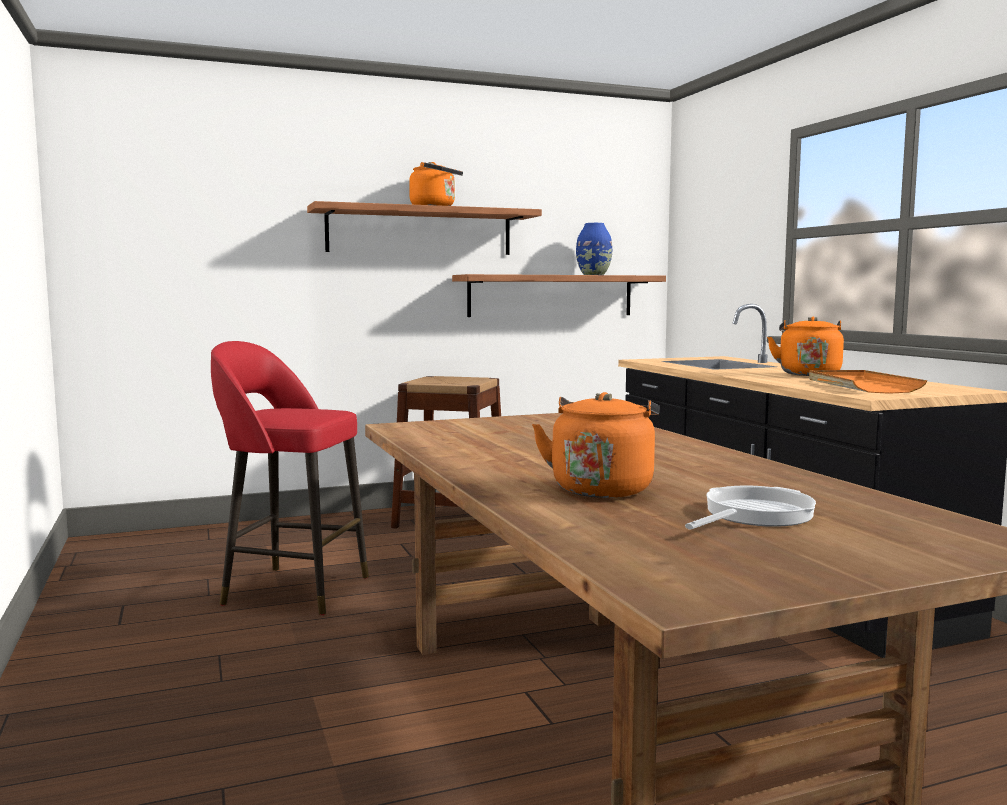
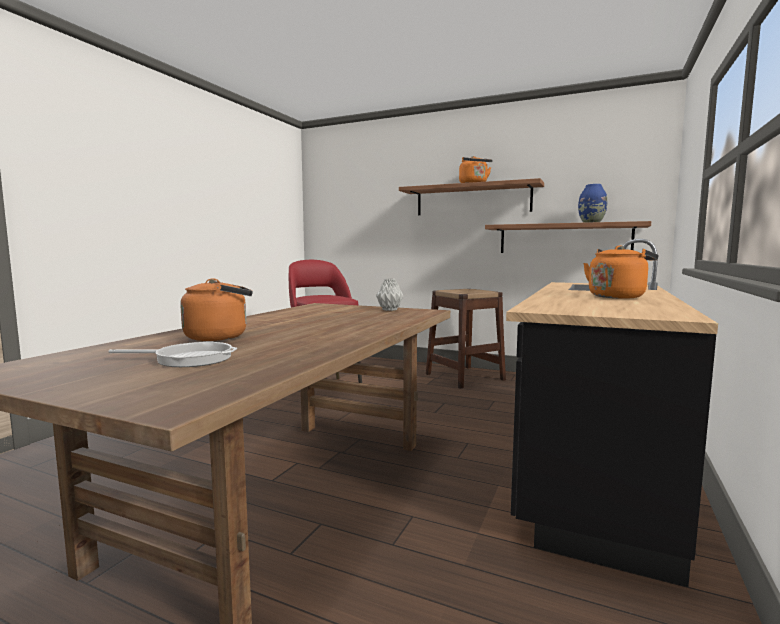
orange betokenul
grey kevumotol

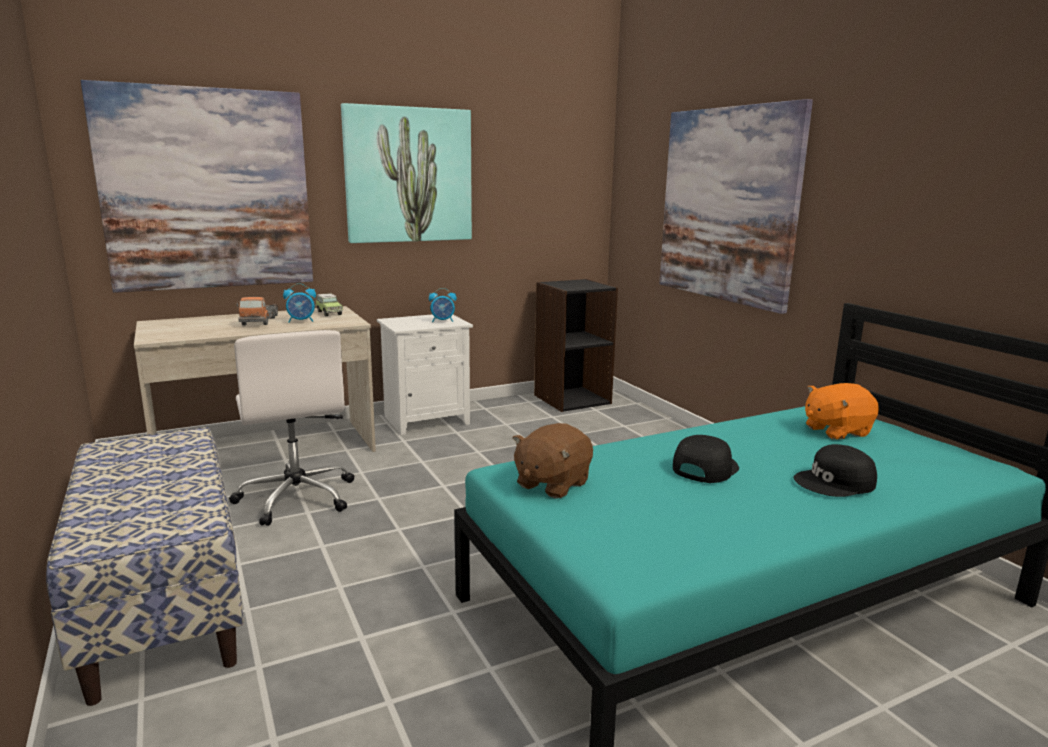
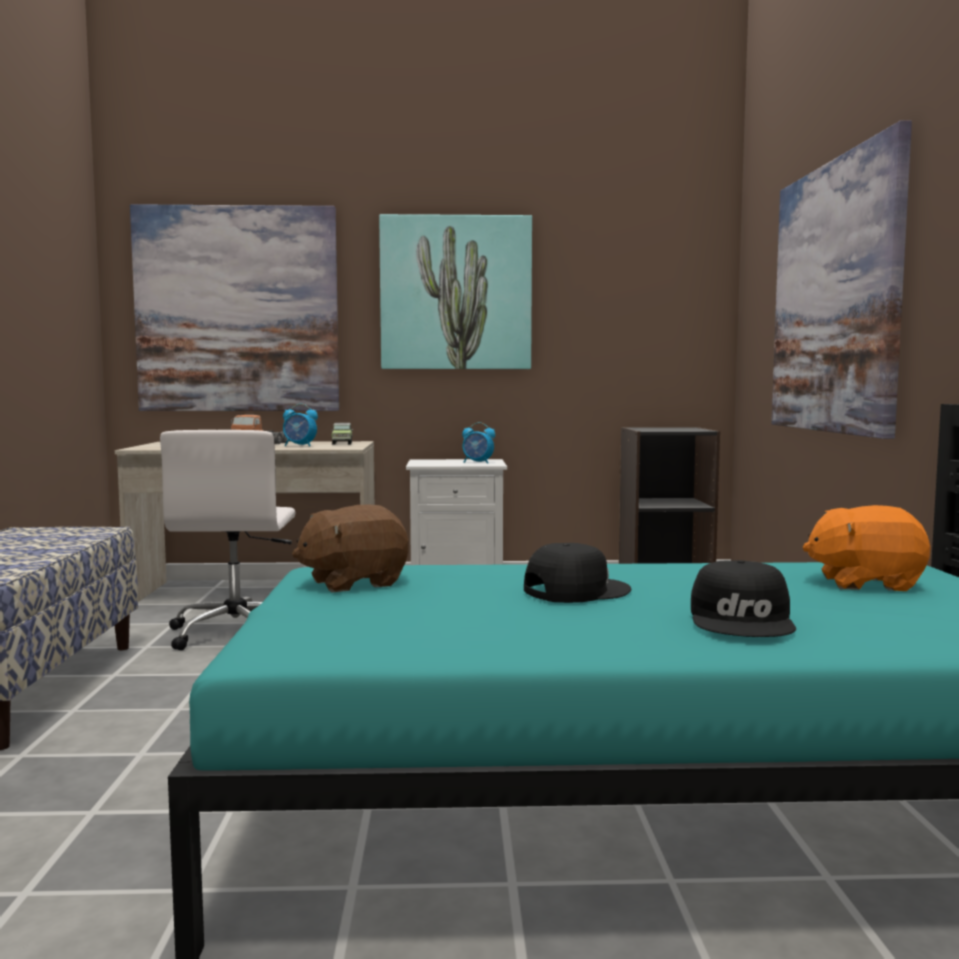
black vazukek (no. 2 from left)

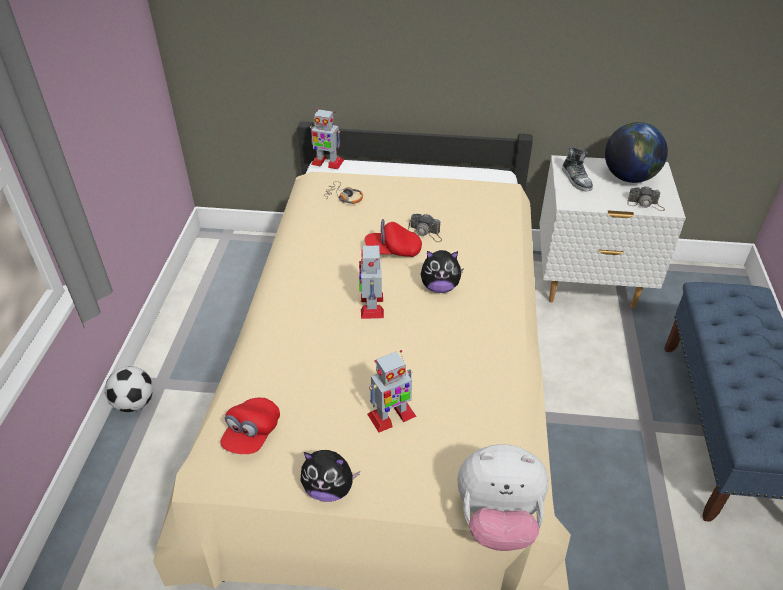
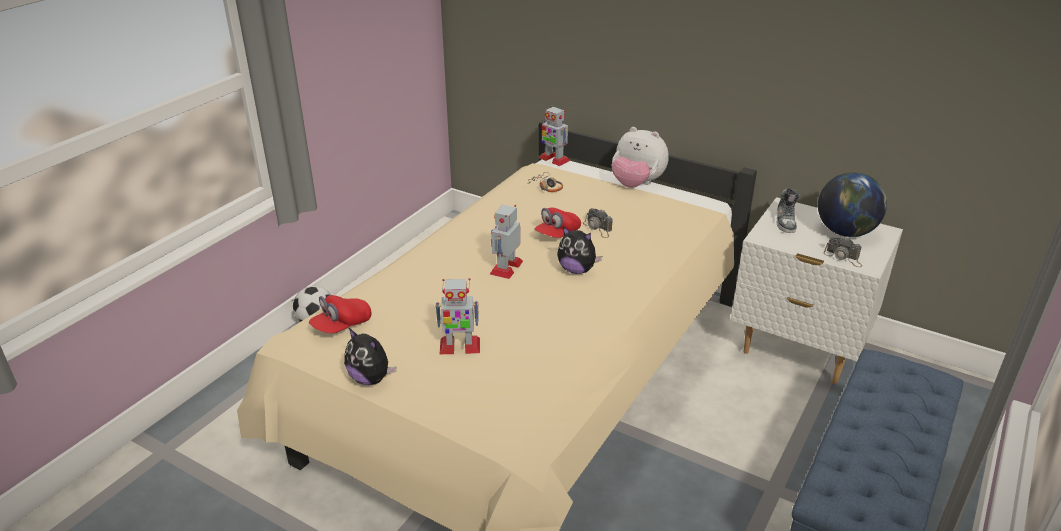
red vazukek (no. 2 from left)
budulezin (no. 3 from left)

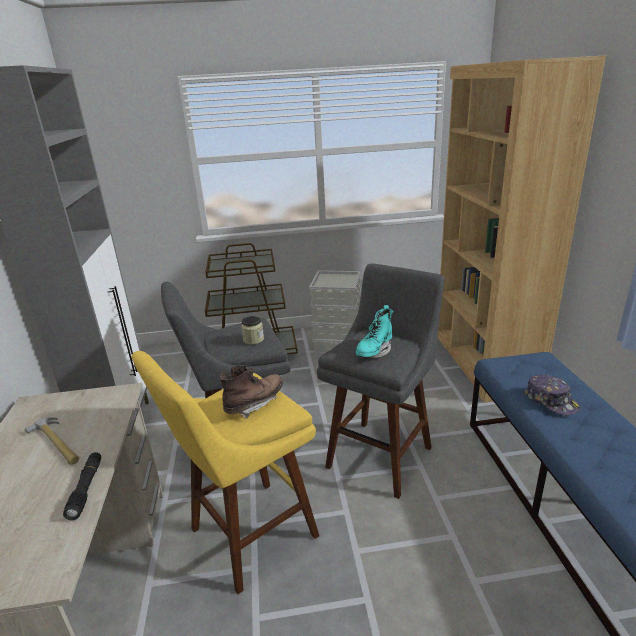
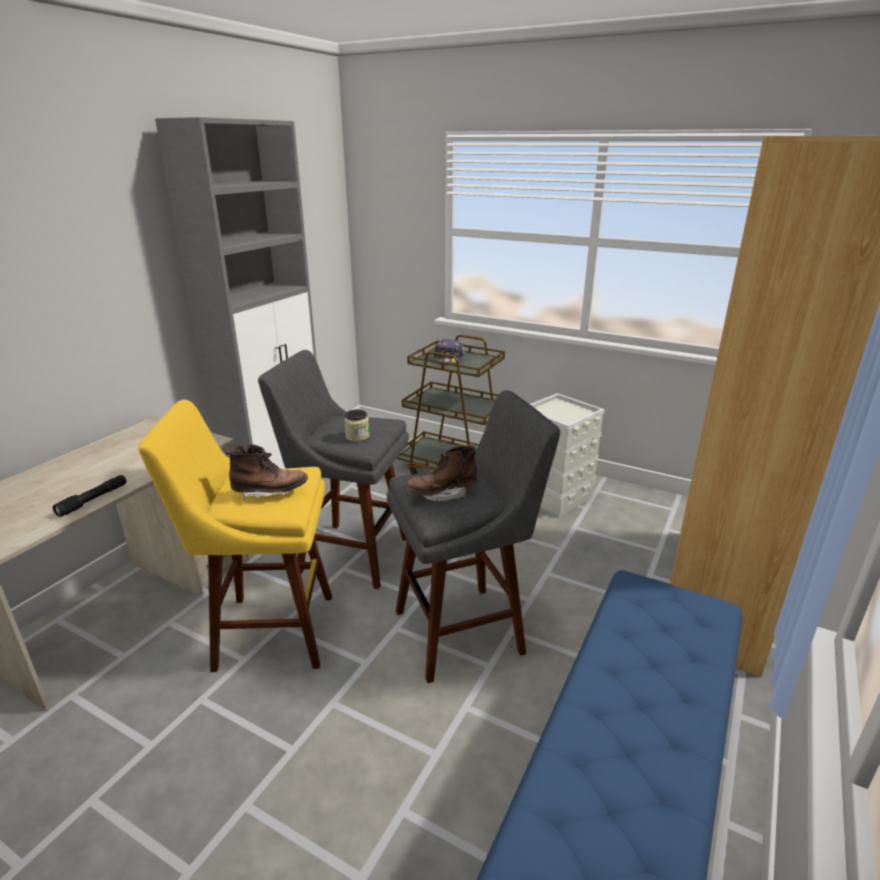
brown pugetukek (no. 2 from left)
vazukek
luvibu

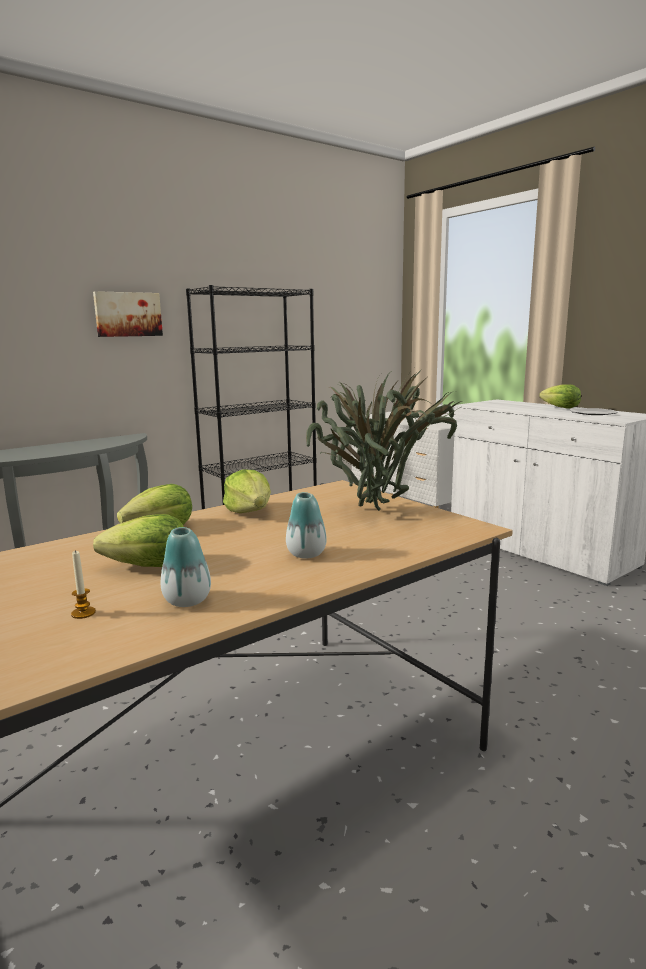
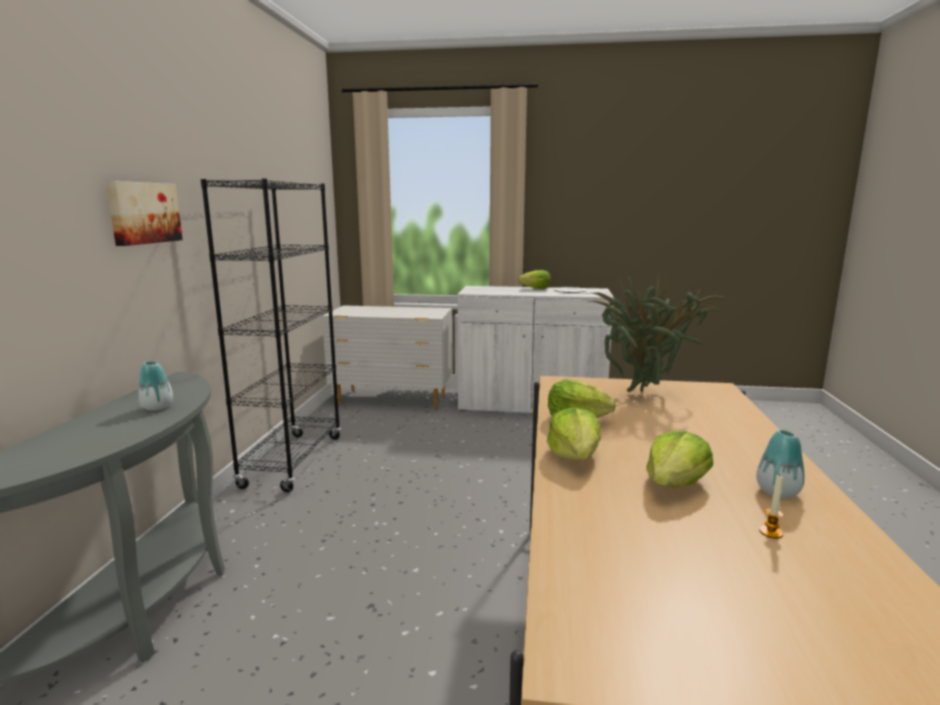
kevumotol (no. 1 from left)

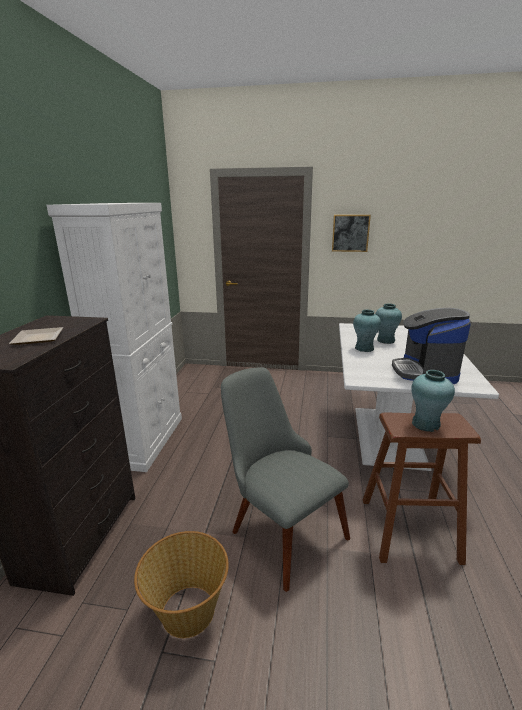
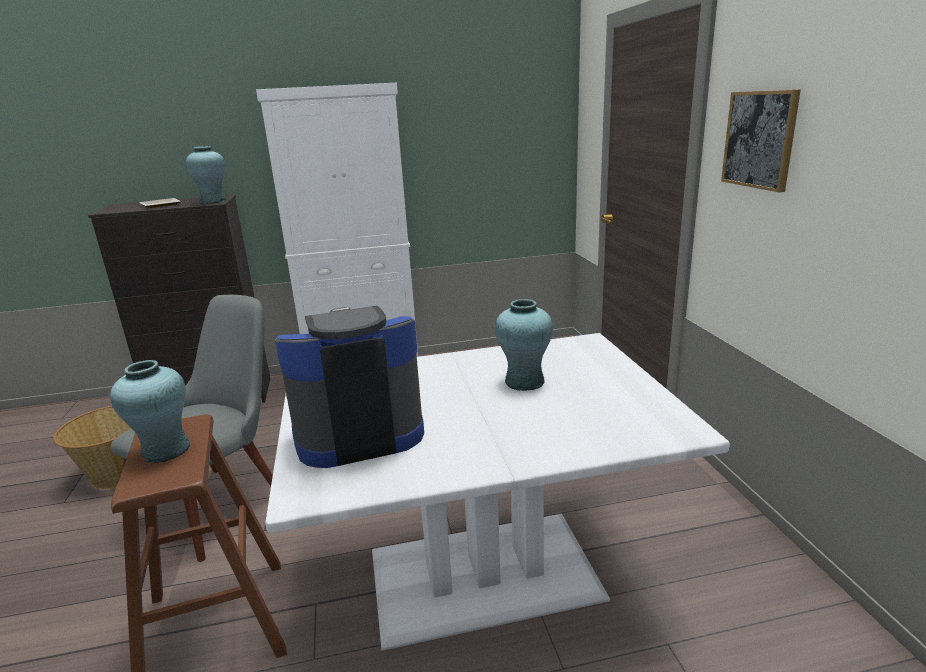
turquoise kevumotol (no. 2 from left)

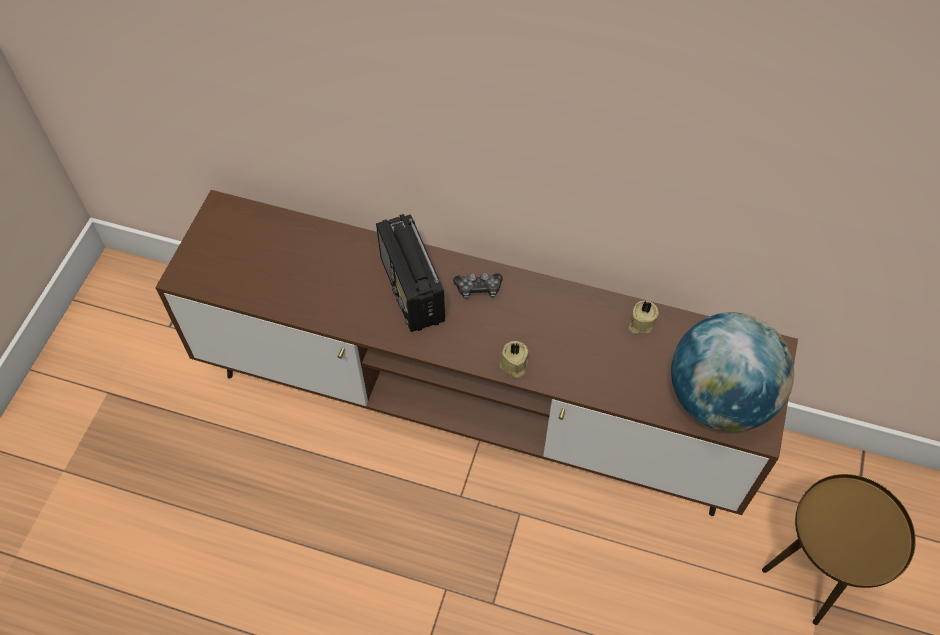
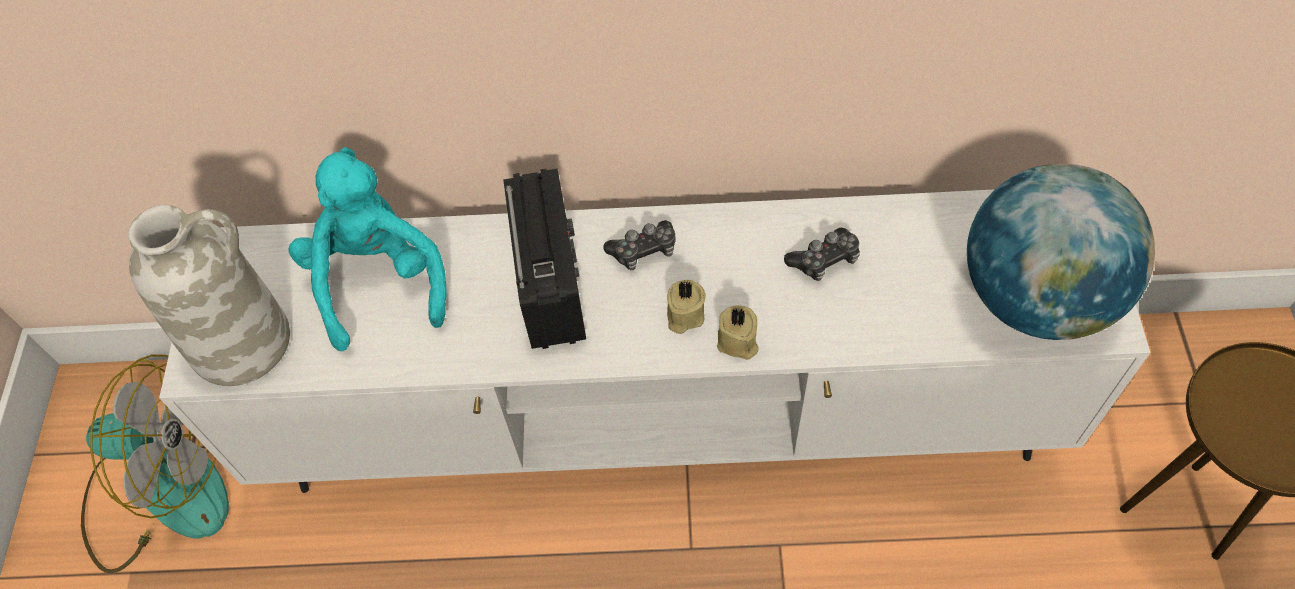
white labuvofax
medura
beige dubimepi (no. 1 from left)
turquoise budulezin
white kevumotol
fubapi (no. 2 from left)
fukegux

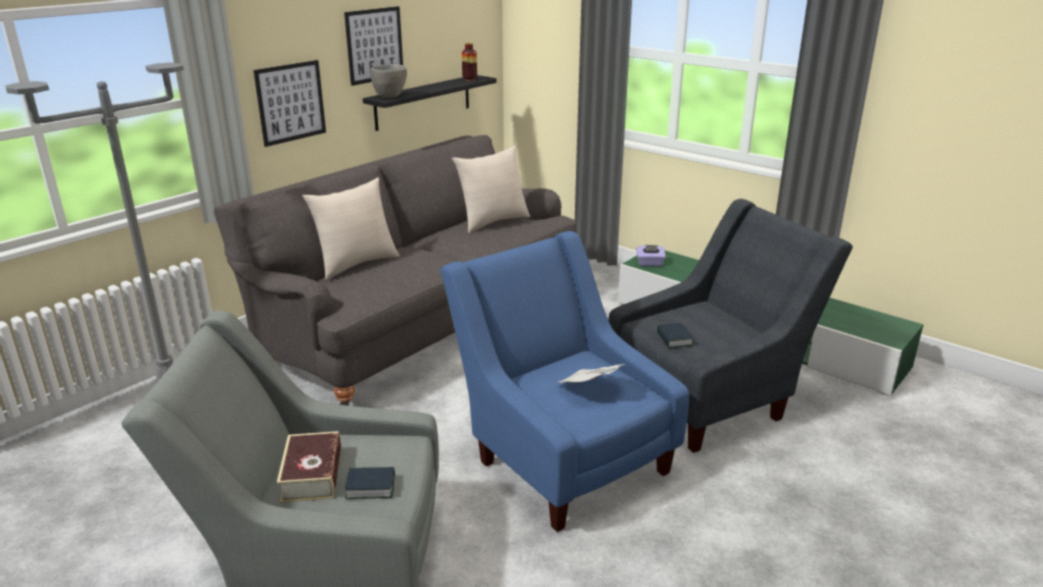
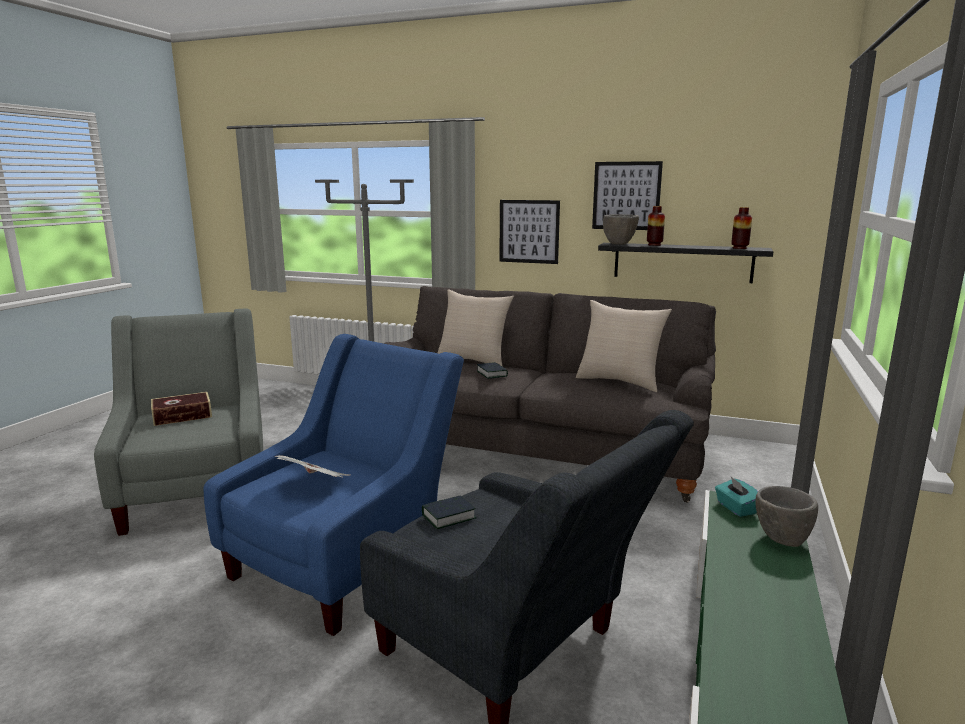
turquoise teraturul
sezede (no. 3 from left)
kevumotol (no. 1 from left)
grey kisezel (no. 2 from left)

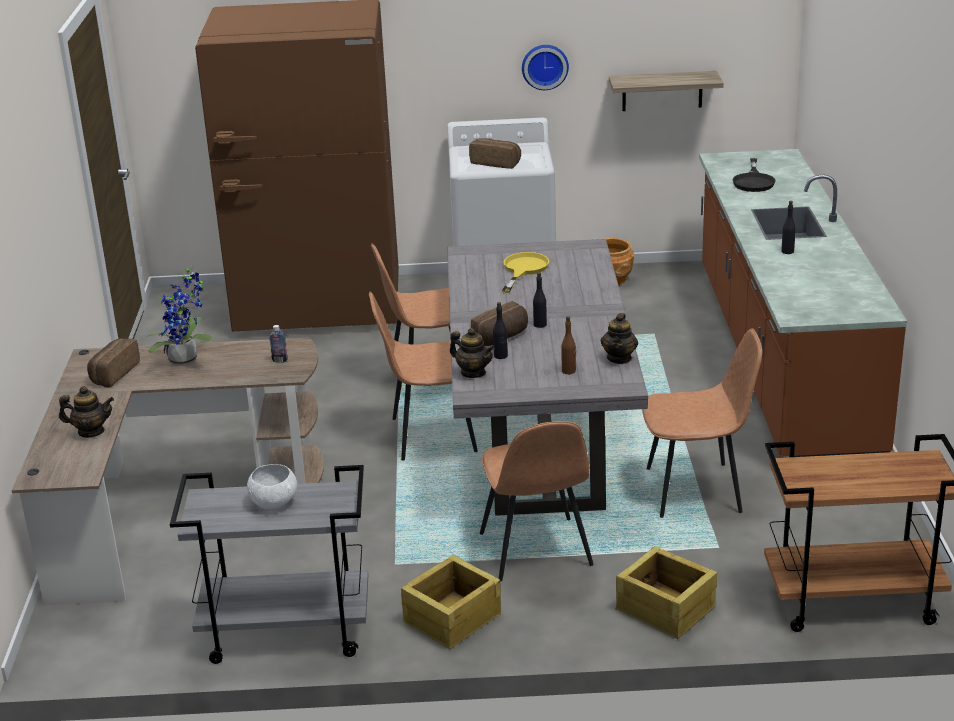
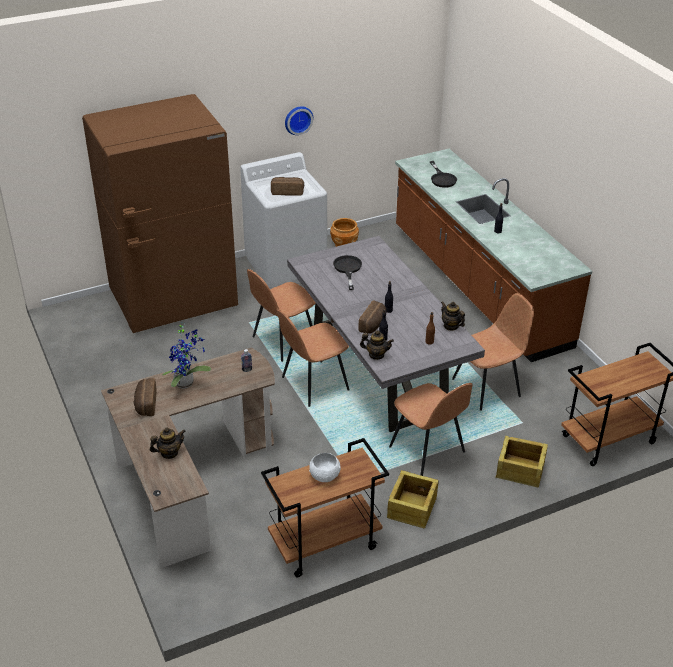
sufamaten
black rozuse (no. 1 from left)
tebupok (no. 3 from left)
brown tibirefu (no. 1 from left)

